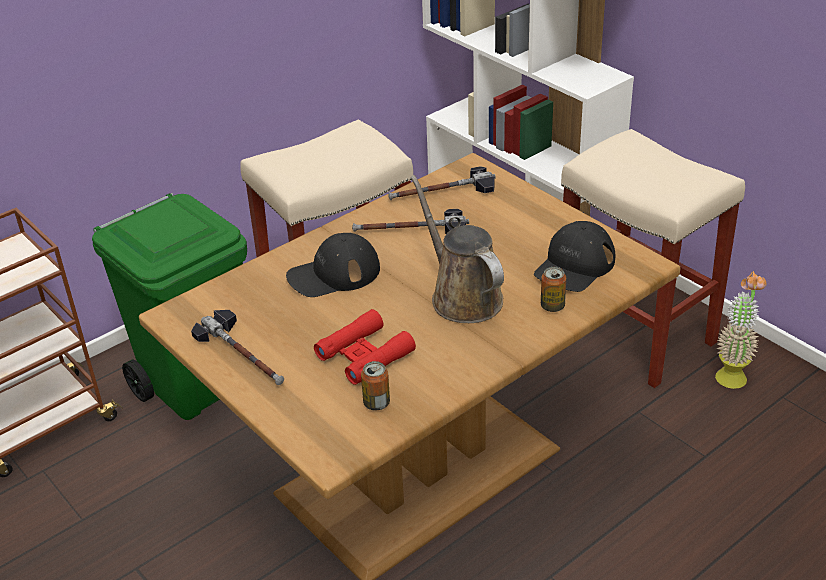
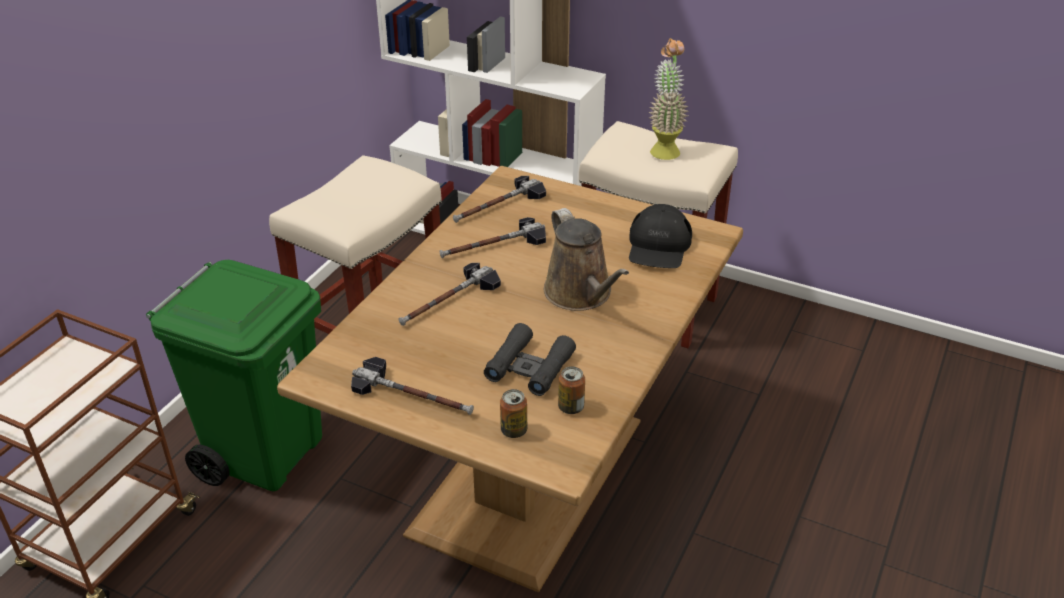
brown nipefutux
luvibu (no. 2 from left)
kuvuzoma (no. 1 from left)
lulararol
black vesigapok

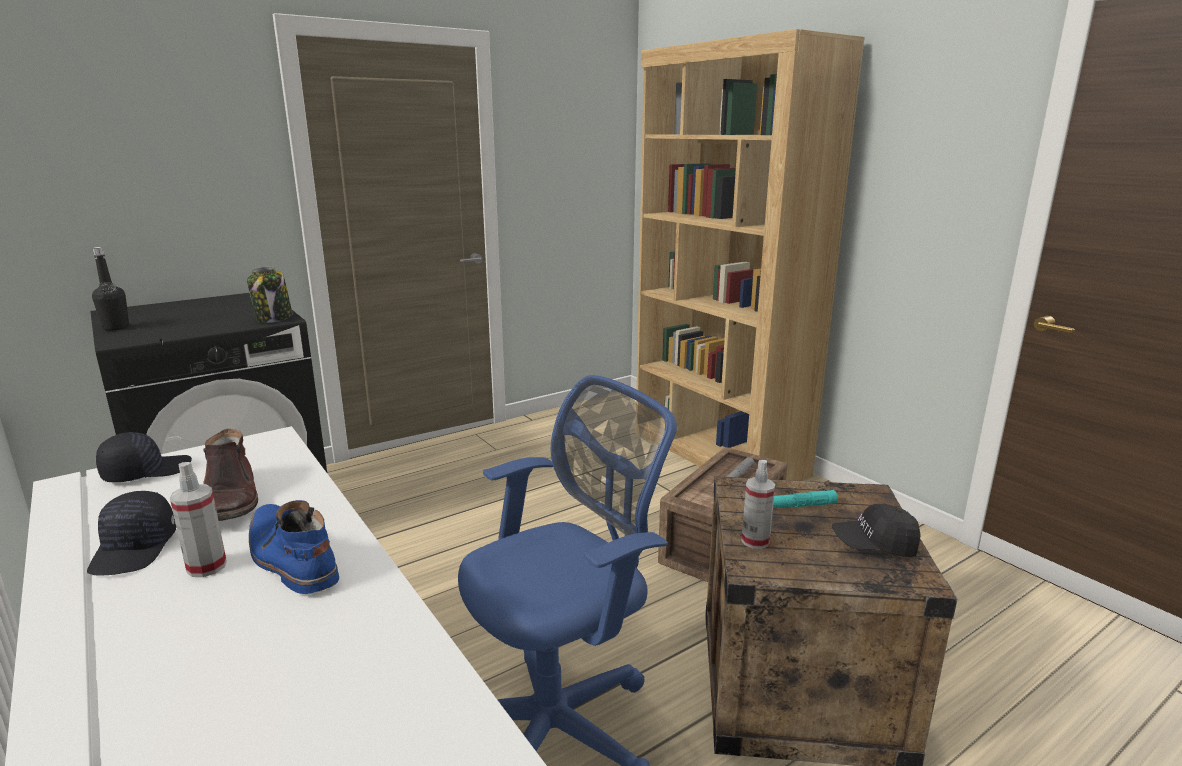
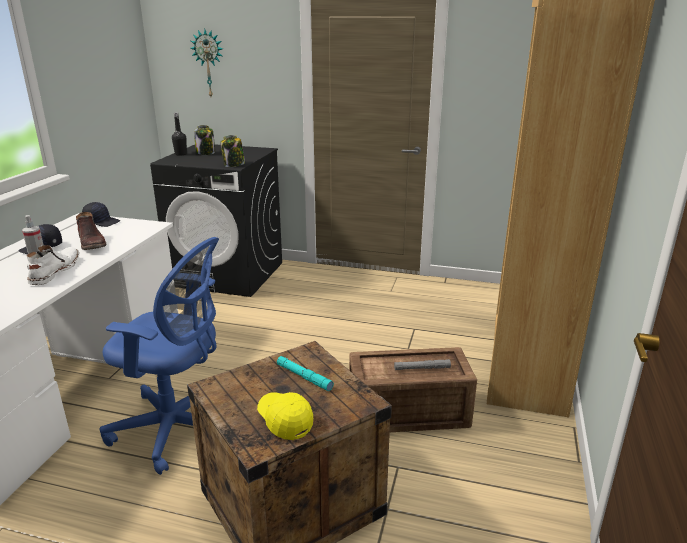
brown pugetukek
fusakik (no. 2 from left in the first image)
white pugetukek
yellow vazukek
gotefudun
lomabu (no. 1 from left)

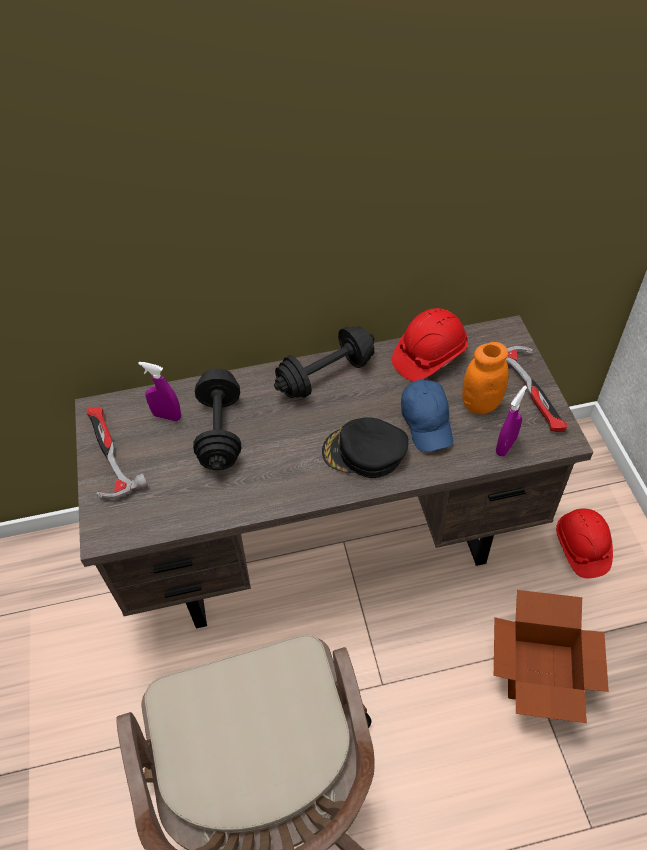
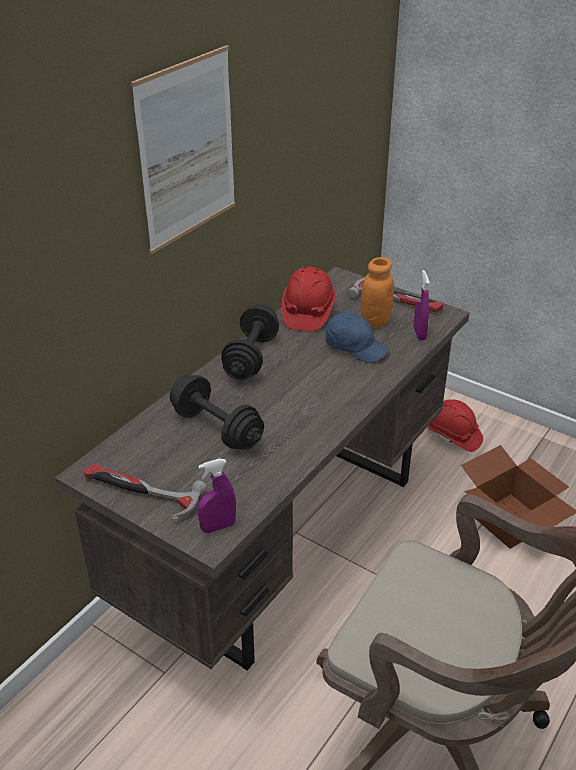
purple fusakik (no. 1 from left)
black vazukek
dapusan

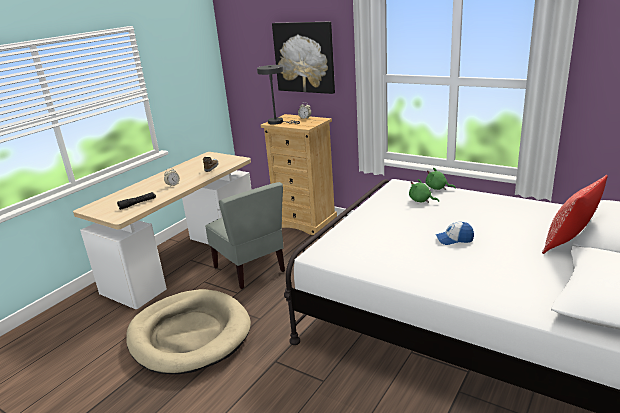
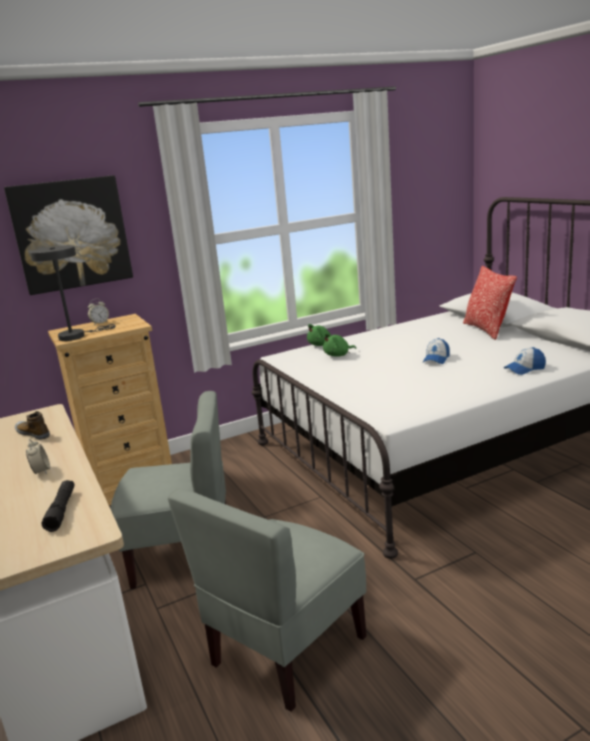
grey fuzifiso (no. 2 from left)
vazukek (no. 2 from left)

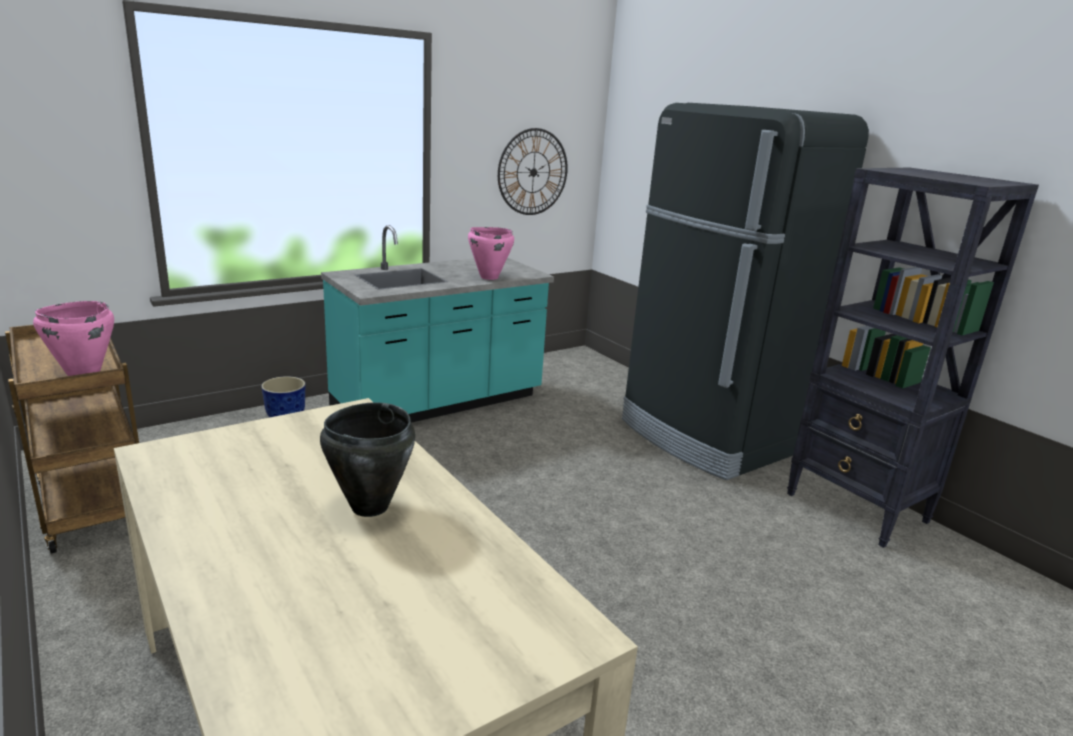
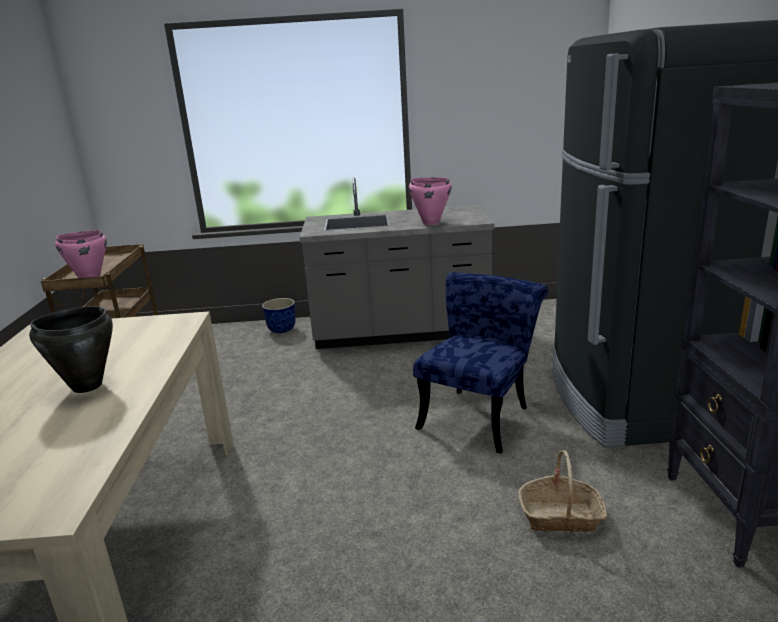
gotefudun
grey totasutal
blue fuzifiso
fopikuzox

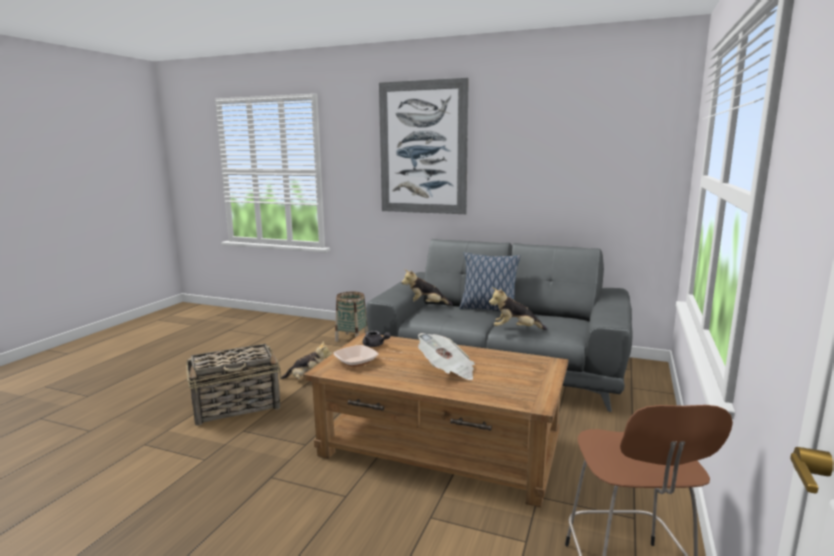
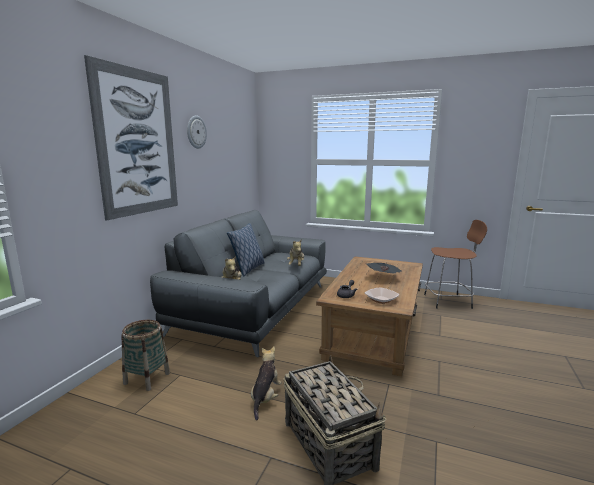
gotefudun

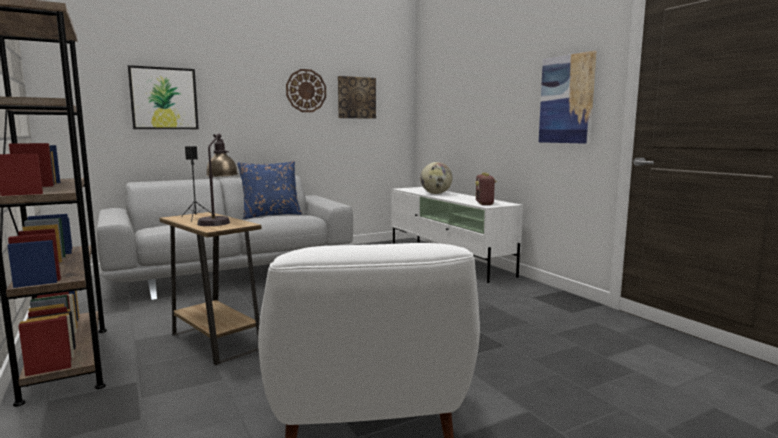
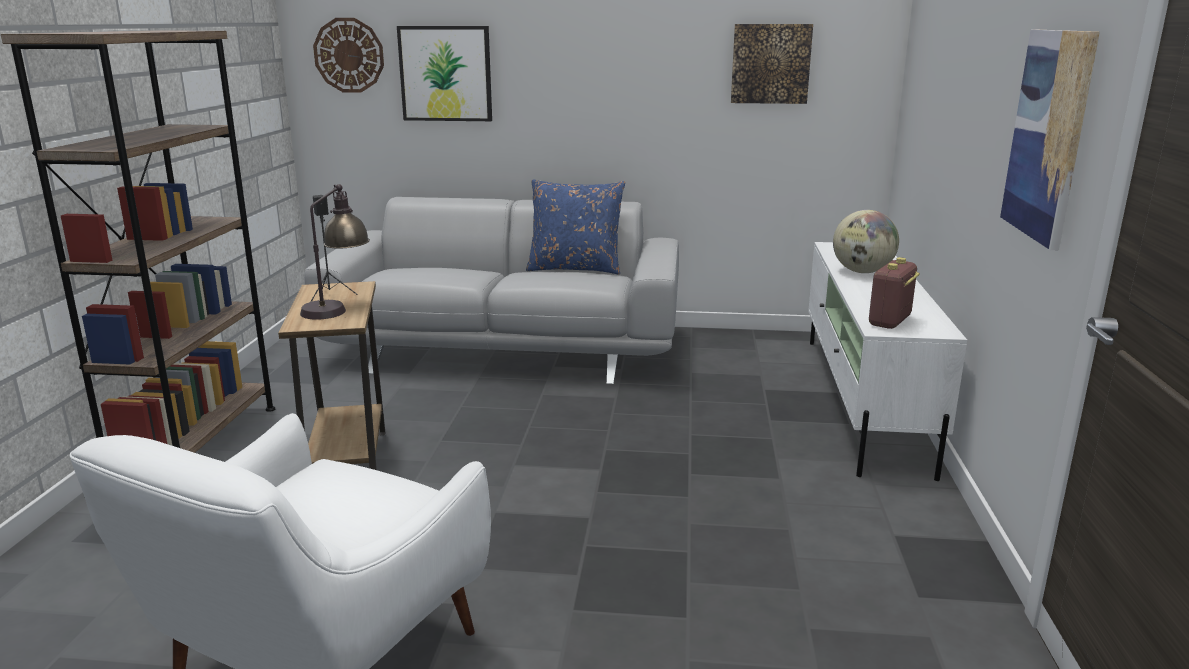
gotefudun

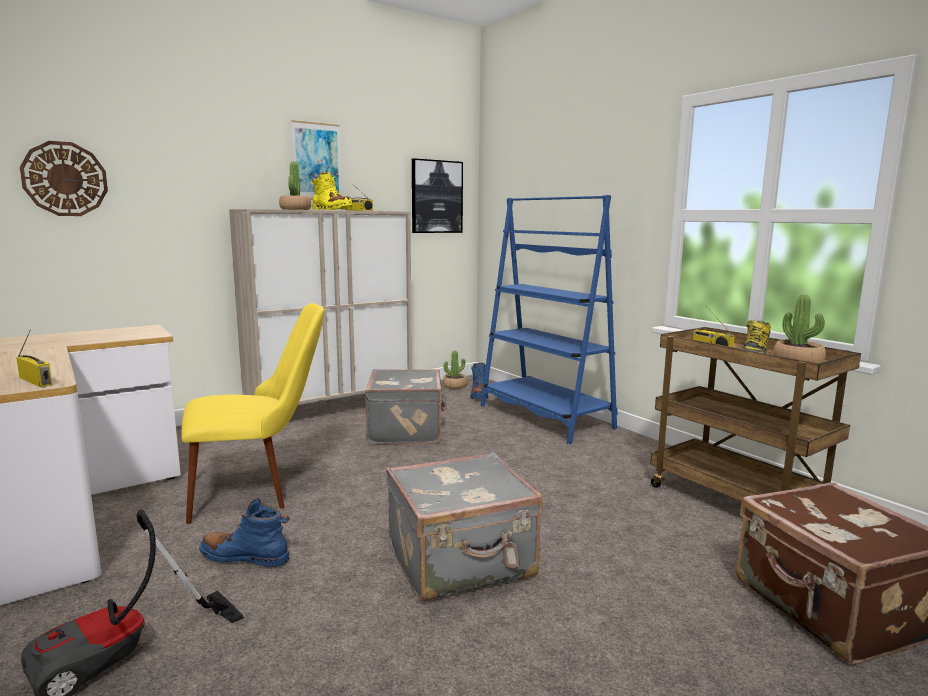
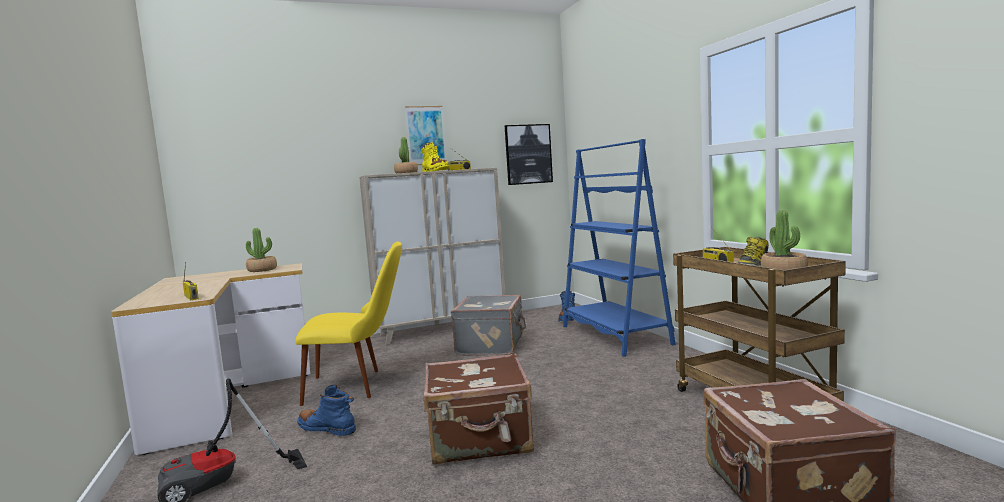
gotefudun
lulararol (no. 1 from left)
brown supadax (no. 1 from left)

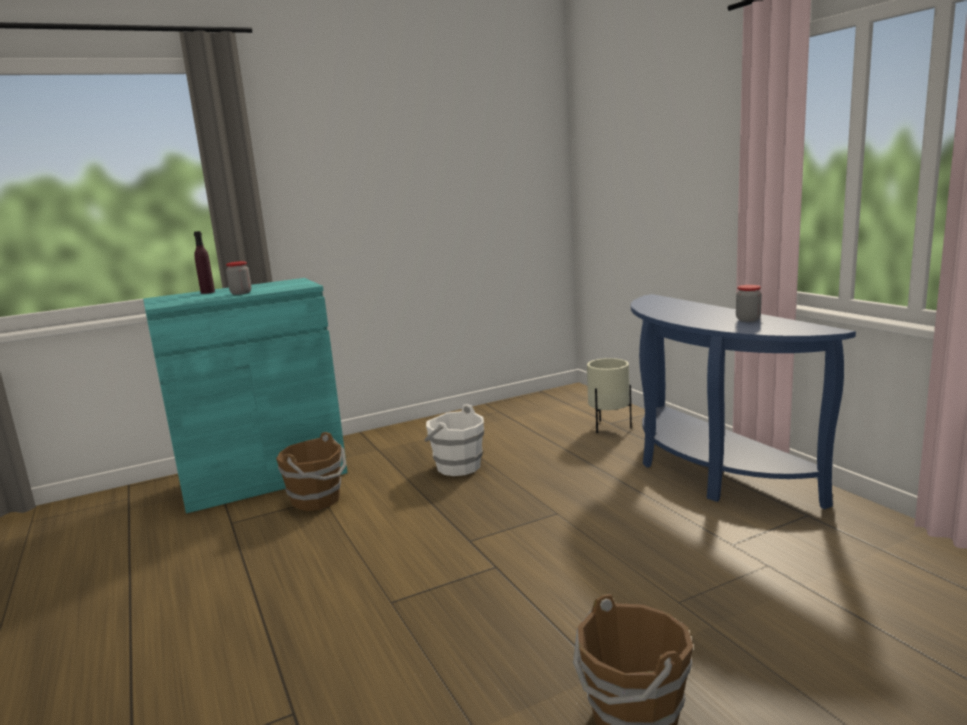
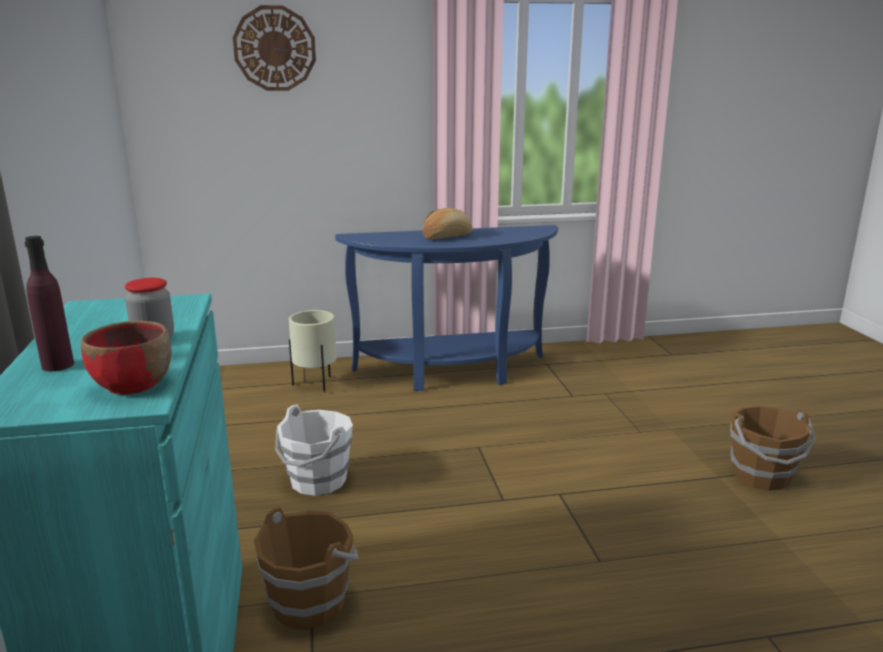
lomabu (no. 2 from left in the first image)
gotefudun
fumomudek
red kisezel

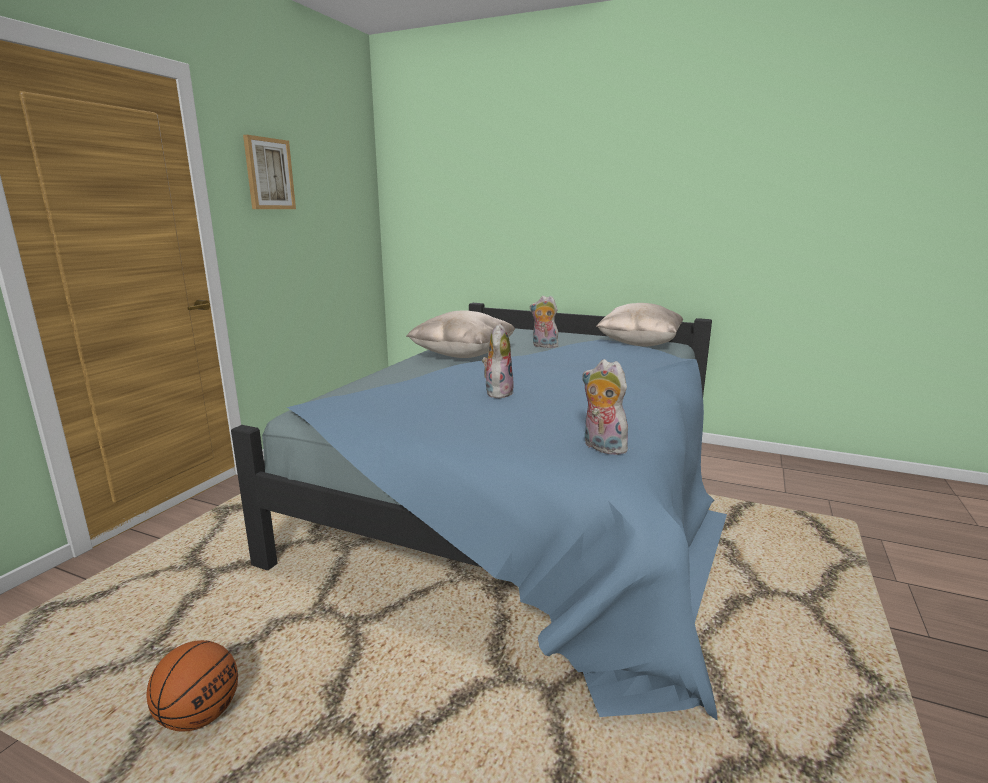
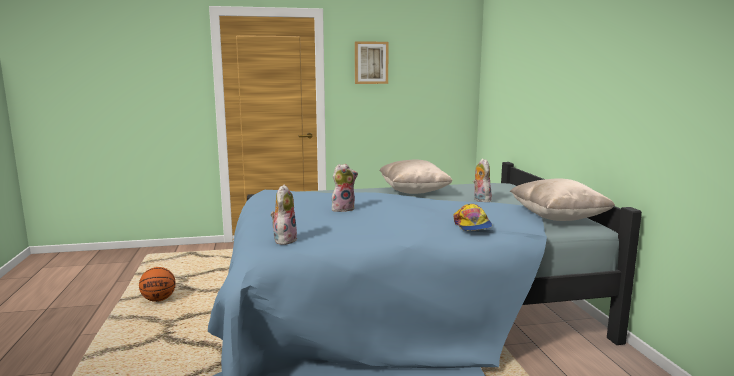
vazukek

